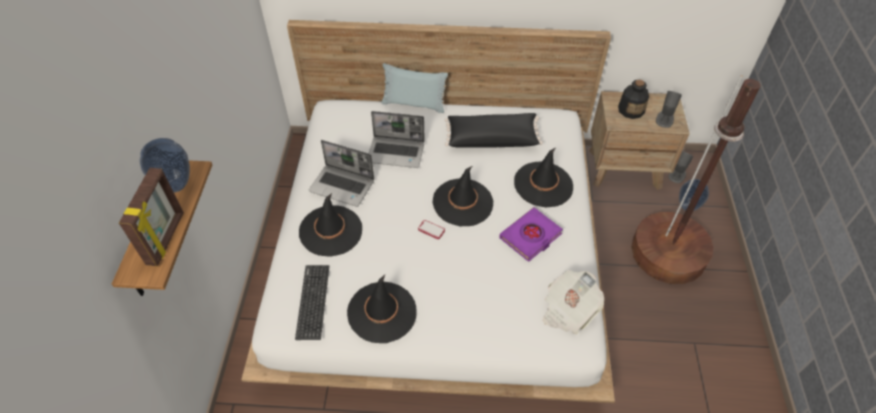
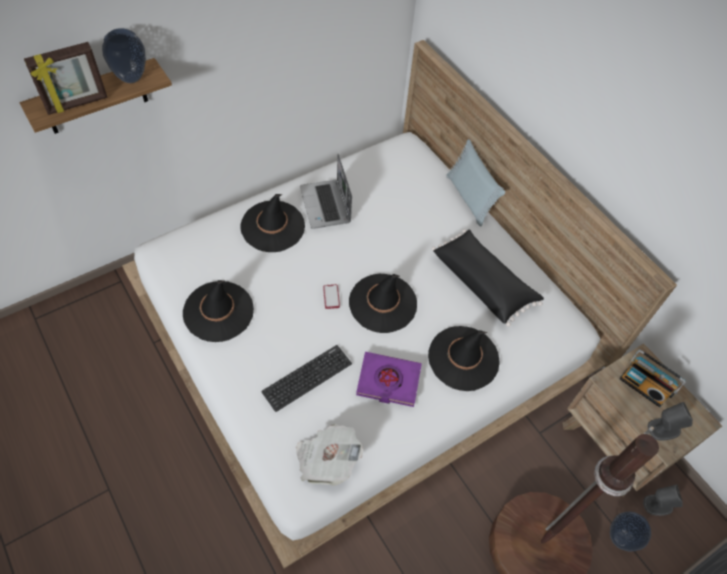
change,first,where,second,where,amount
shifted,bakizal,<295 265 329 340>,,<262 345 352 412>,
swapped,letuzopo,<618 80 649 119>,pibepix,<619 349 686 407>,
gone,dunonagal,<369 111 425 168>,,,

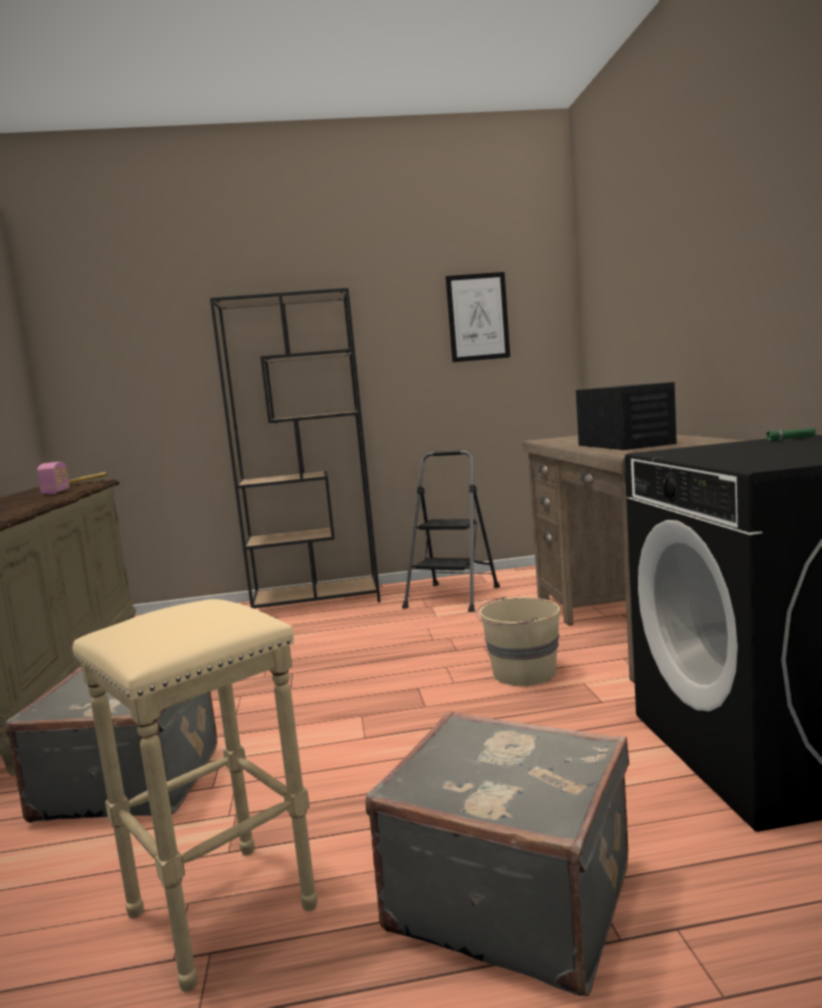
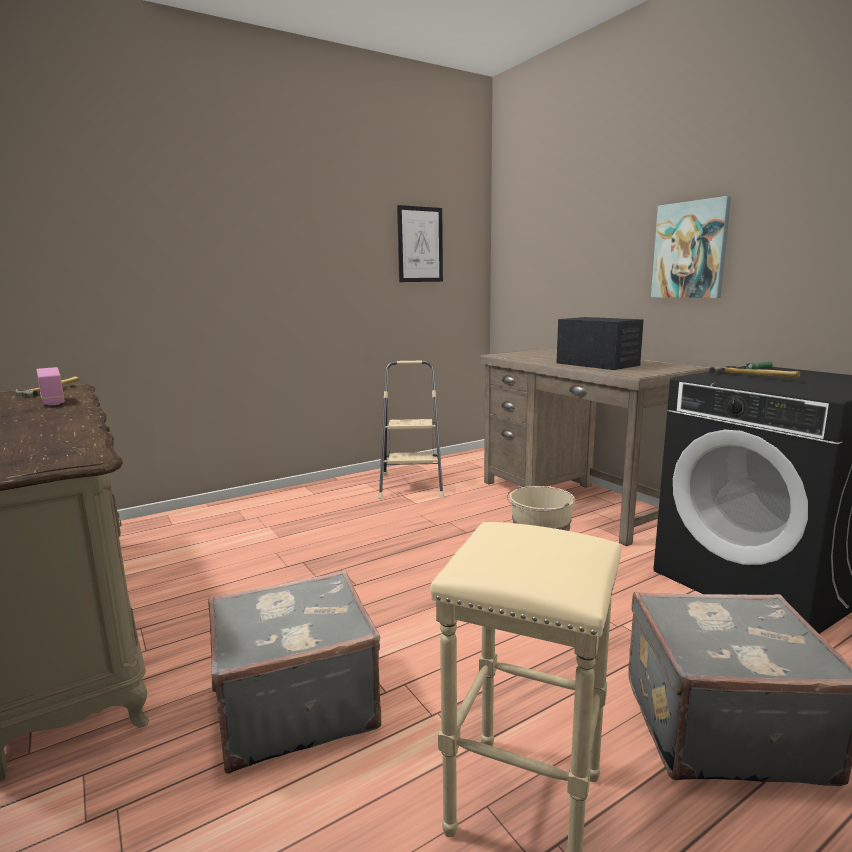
change,first,where,second,where,amount
repainted,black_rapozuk,<402 450 500 612>,beige_rapozuk,<378 361 445 499>,
new,,,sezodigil,<651 196 731 298>,
new,,,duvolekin,<709 366 800 378>,
gone,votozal,<210 288 381 609>,,,

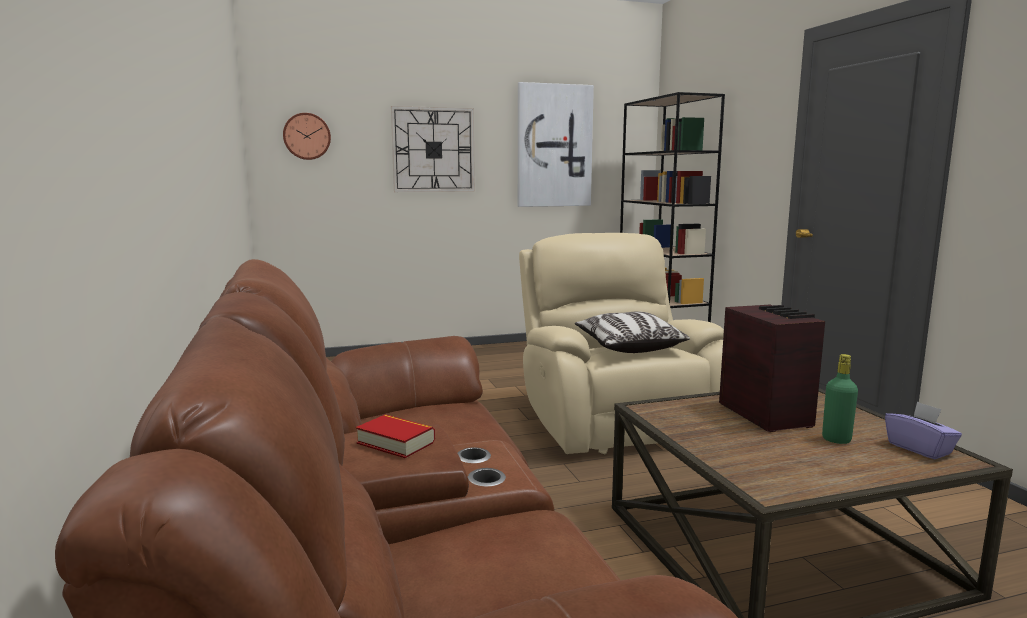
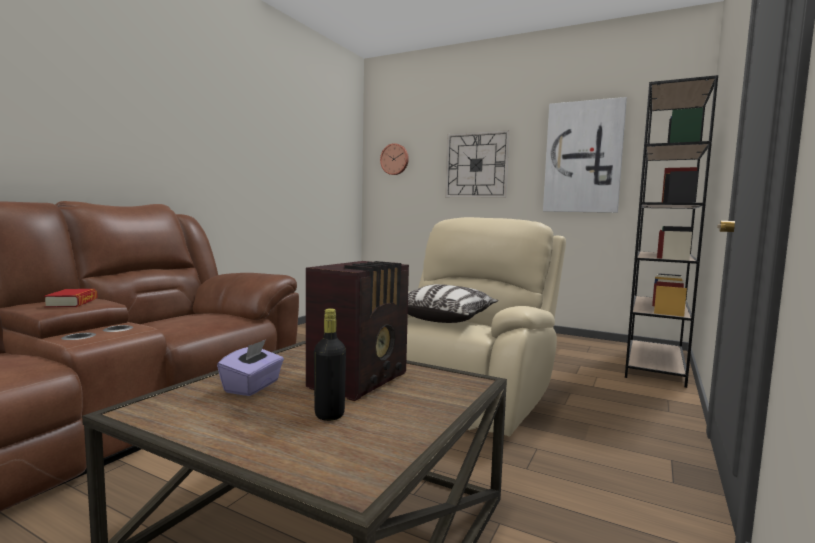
change,first,where,second,where,amount
shifted,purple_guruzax,<885 401 962 459>,,<217 340 284 396>,
repainted,green_letuzopo,<822 354 858 444>,black_letuzopo,<314 308 346 421>,

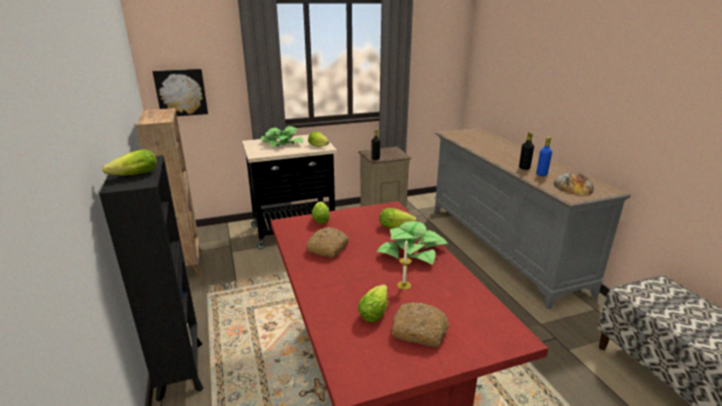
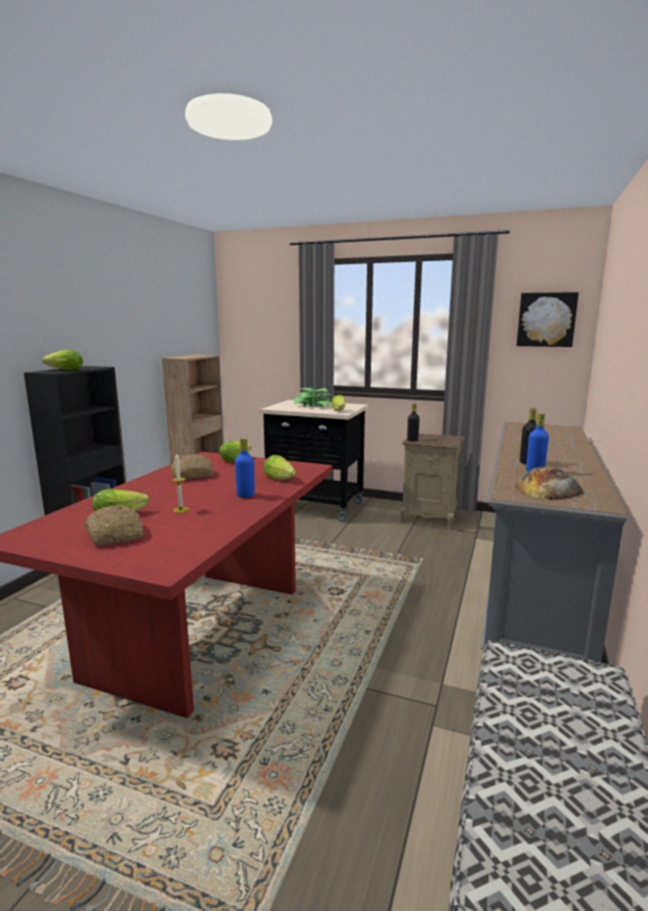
change,first,where,second,where,amount
swapped,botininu,<377 221 448 265>,blue_letuzopo,<235 438 255 498>,
shifted,sezodigil,<153 69 208 116>,,<517 292 579 347>,

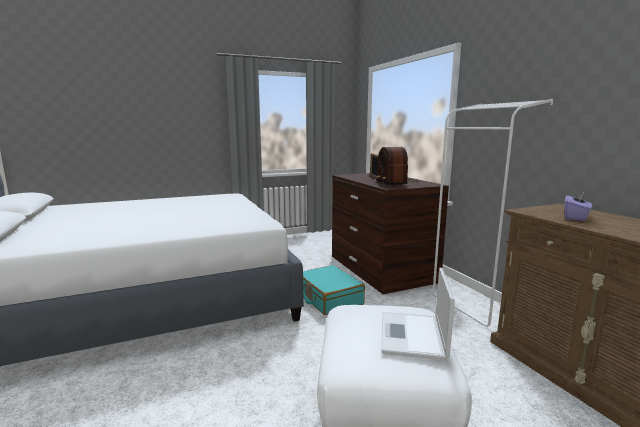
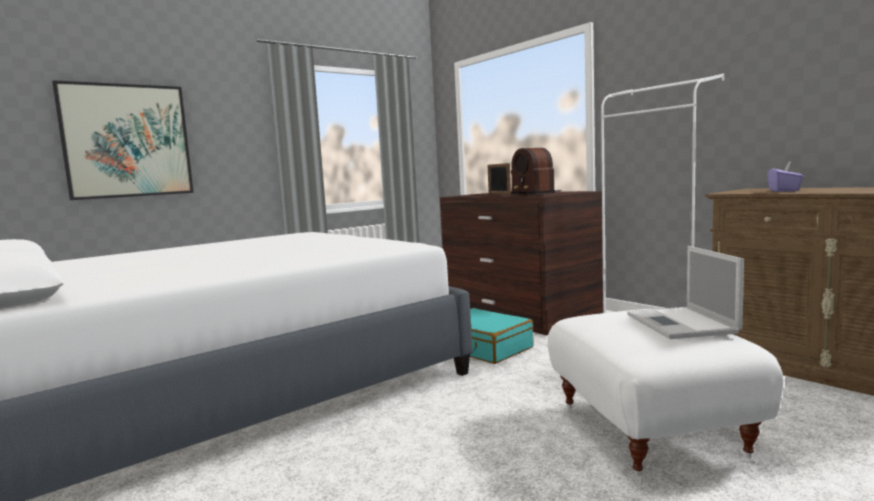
change,first,where,second,where,amount
new,,,sezodigil,<52 80 194 200>,

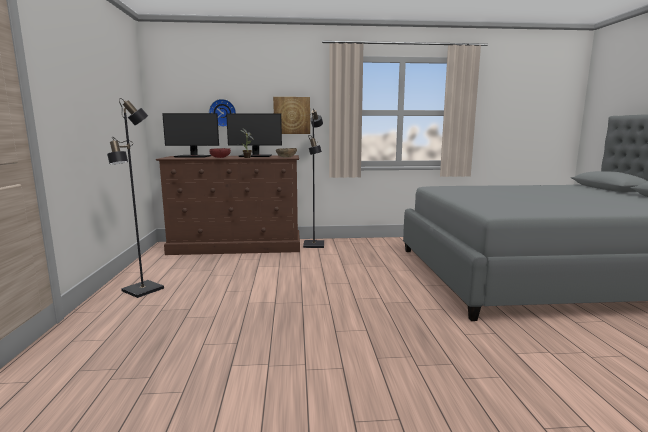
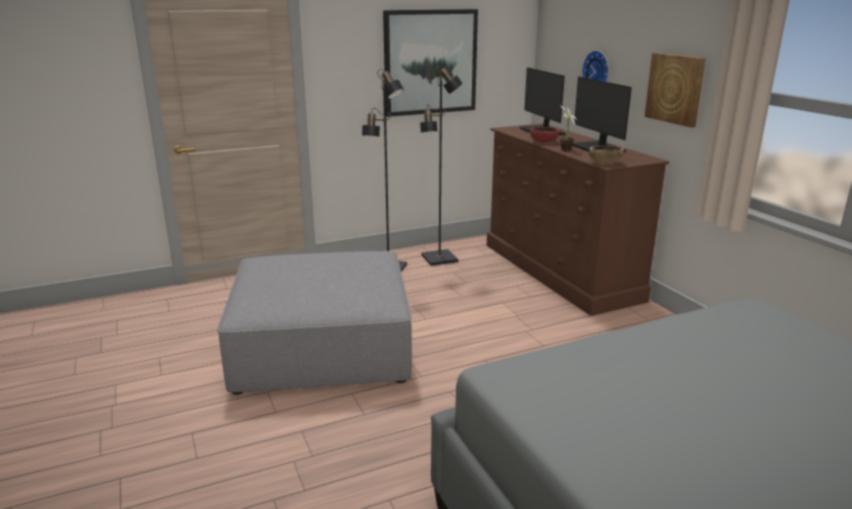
change,first,where,second,where,amount
new,,,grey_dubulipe,<217 251 412 395>,
new,,,sezodigil,<383 9 478 117>,
shifted,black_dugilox,<303 108 324 248>,,<420 66 463 266>,

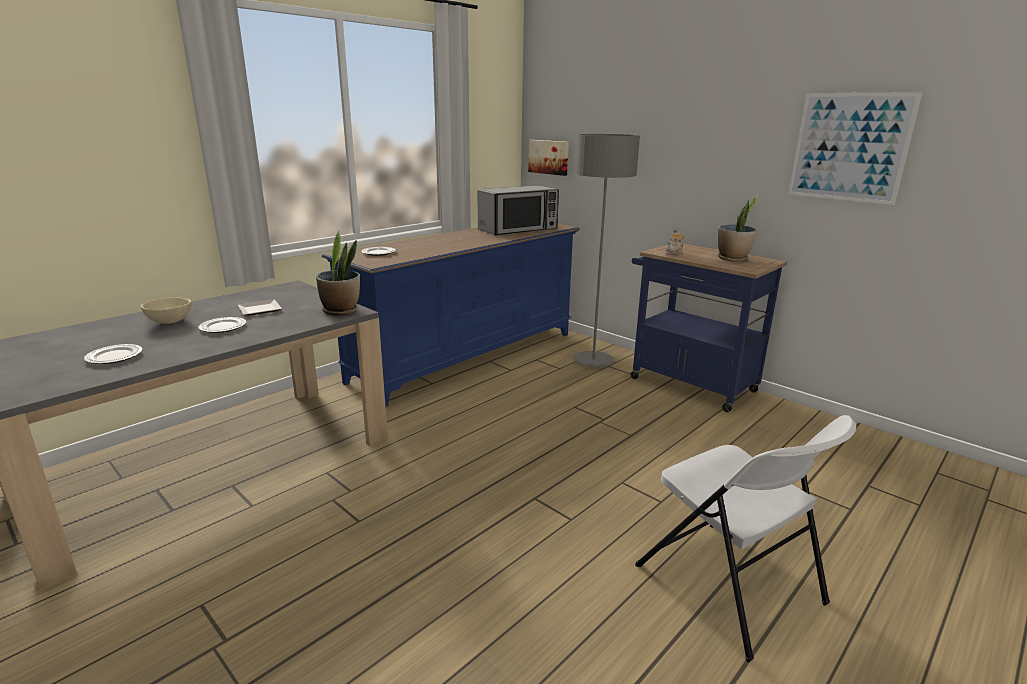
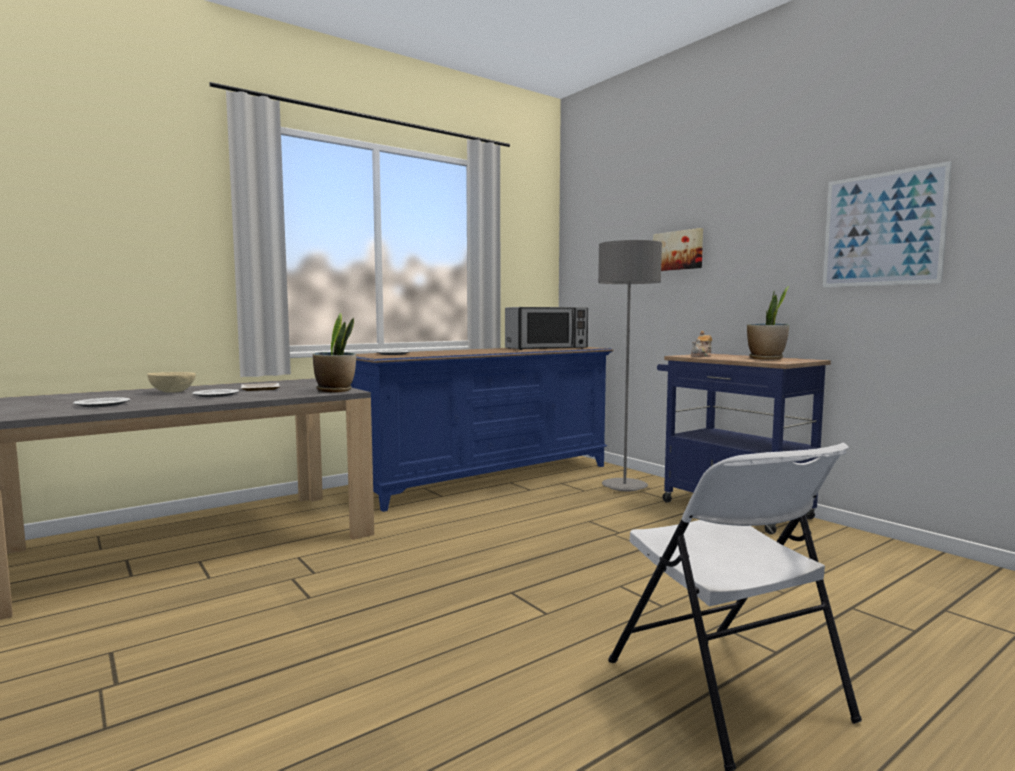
change,first,where,second,where,amount
shifted,sezodigil,<528 140 569 176>,,<653 228 703 271>,

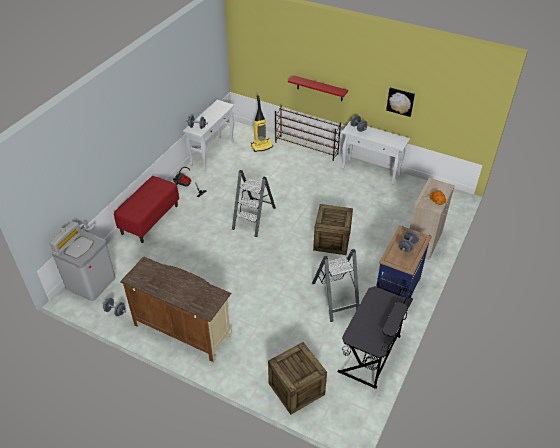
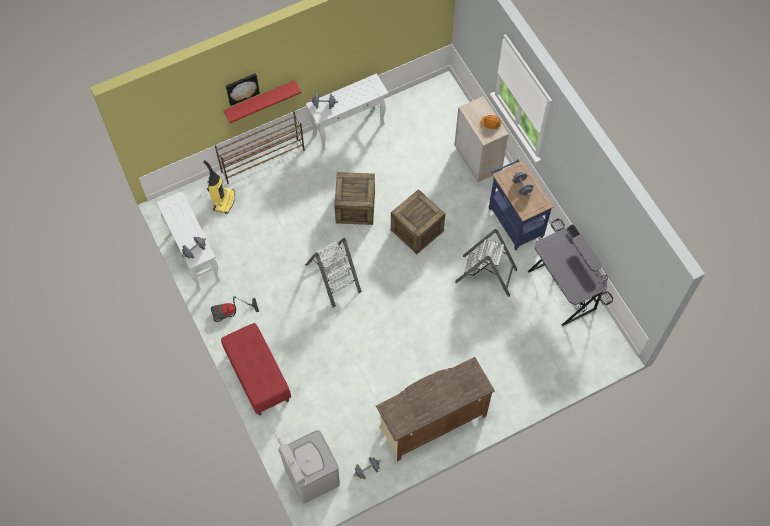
change,first,where,second,where,amount
shifted,sezodigil,<386 87 415 117>,,<226 73 260 106>,
shifted,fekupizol,<268 342 327 415>,,<334 172 375 225>,

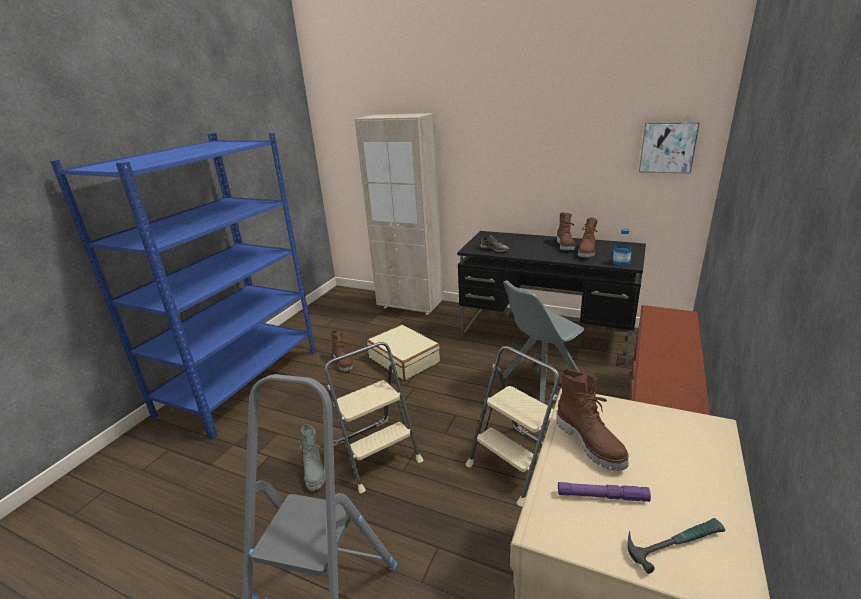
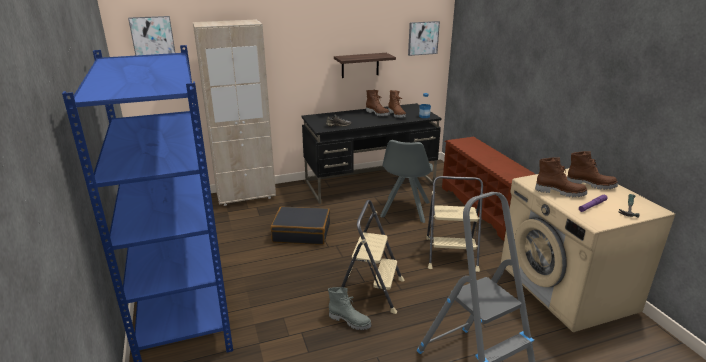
change,first,where,second,where,amount
new,,,sezodigil,<128 16 175 56>,
repainted,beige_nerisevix,<367 324 440 380>,black_nerisevix,<270 207 330 245>,
new,,,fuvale,<334 53 396 78>,
shifted,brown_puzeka,<331 330 354 371>,,<567 151 618 190>,

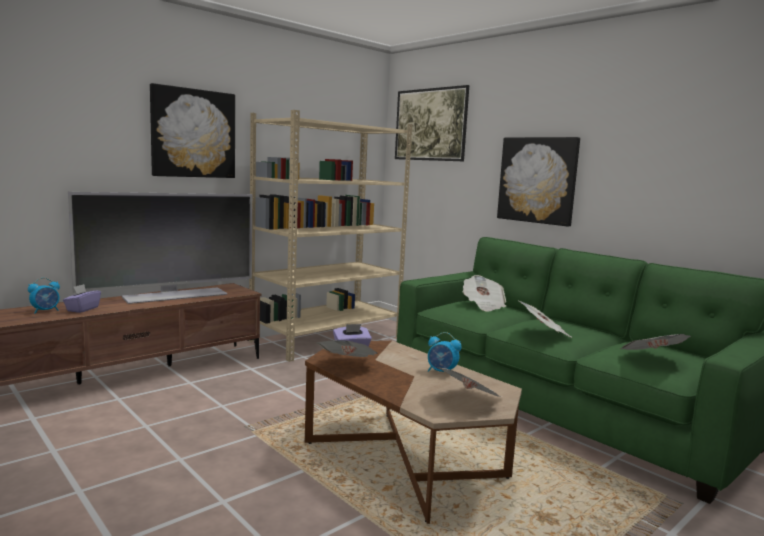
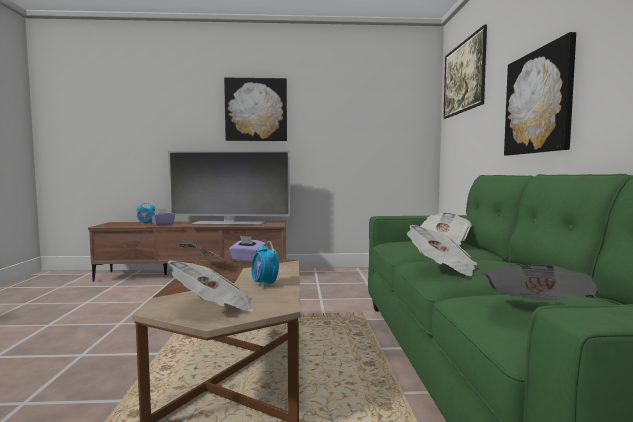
change,first,where,second,where,amount
gone,beige_votozal,<249 110 412 362>,,,

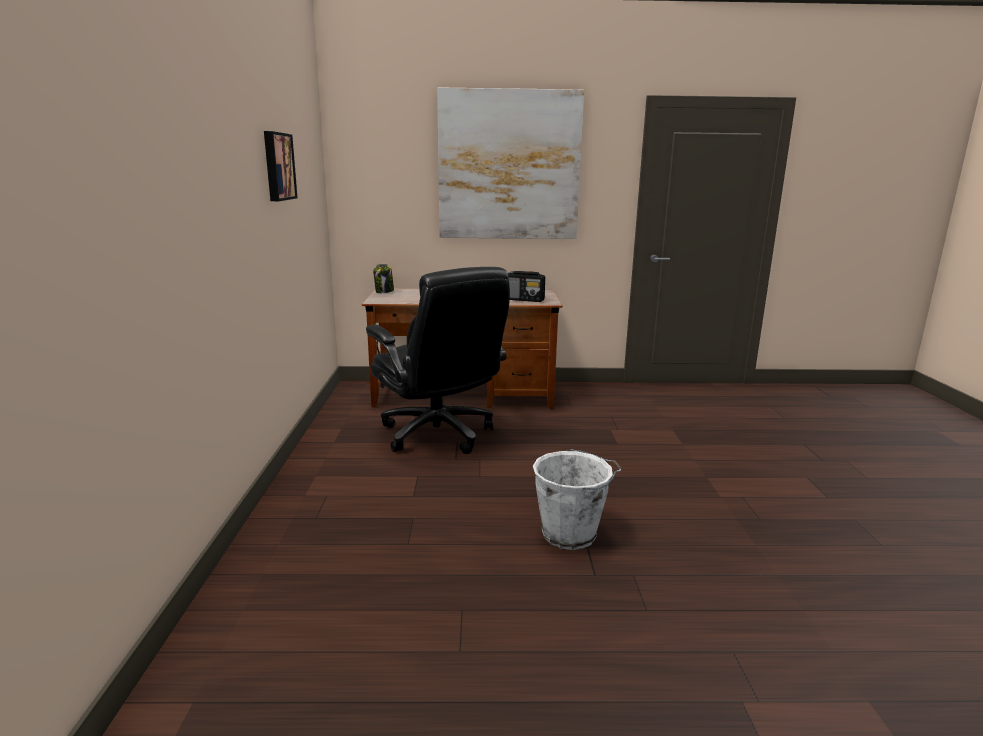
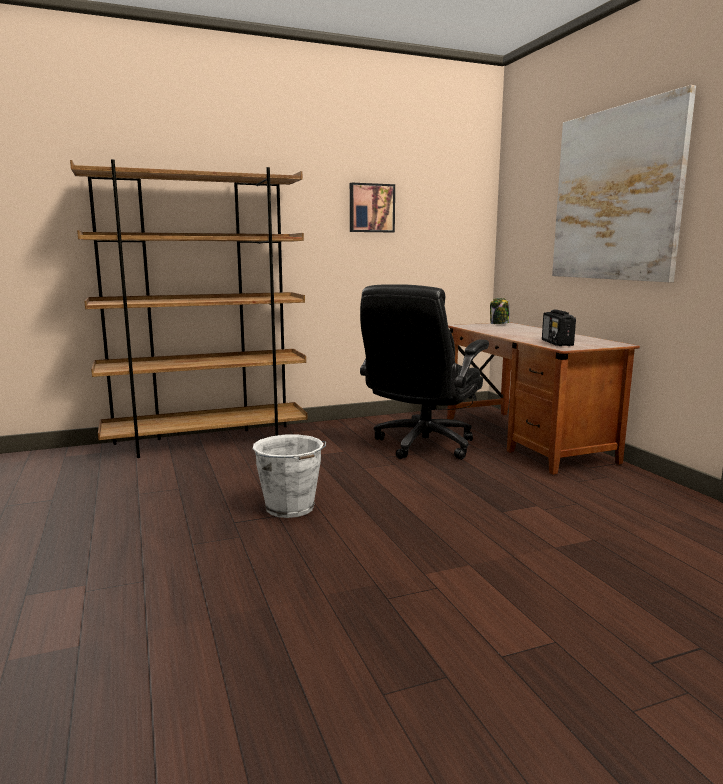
change,first,where,second,where,amount
new,,,brown_votozal,<70 159 307 458>,

